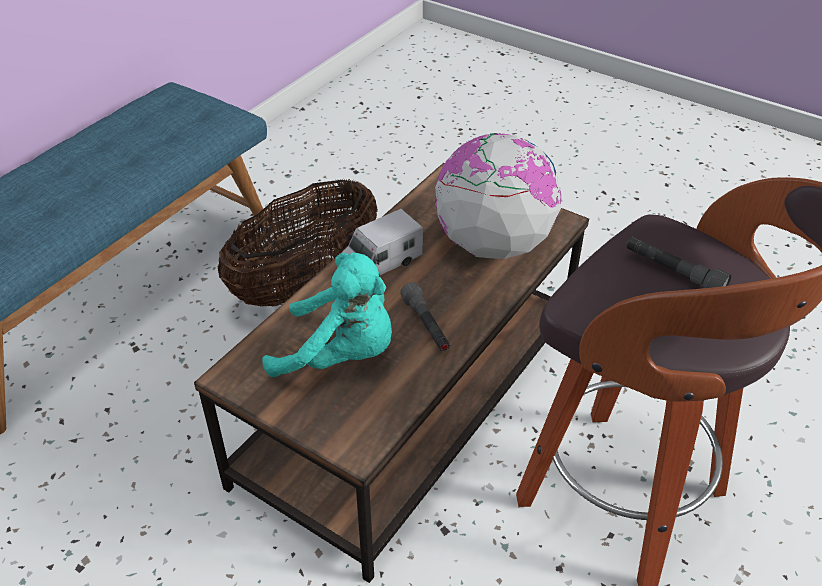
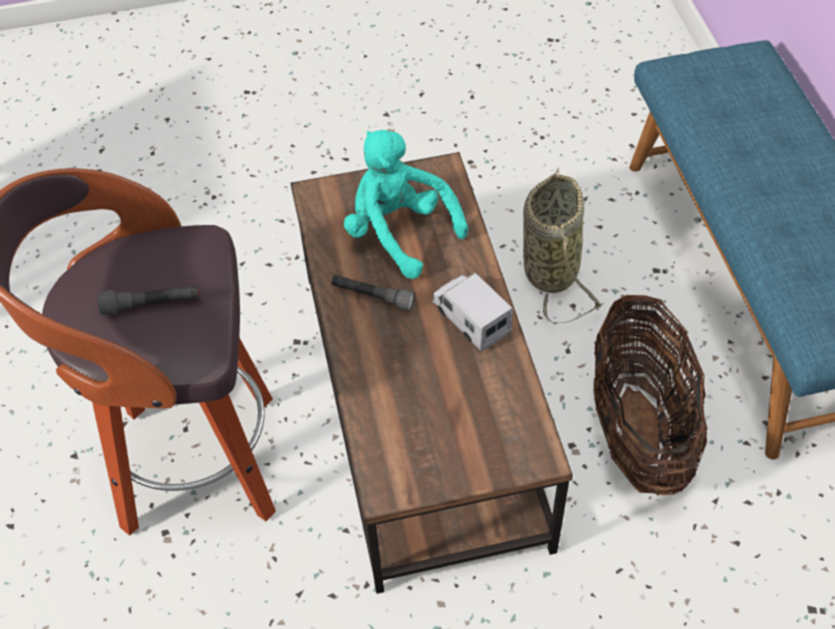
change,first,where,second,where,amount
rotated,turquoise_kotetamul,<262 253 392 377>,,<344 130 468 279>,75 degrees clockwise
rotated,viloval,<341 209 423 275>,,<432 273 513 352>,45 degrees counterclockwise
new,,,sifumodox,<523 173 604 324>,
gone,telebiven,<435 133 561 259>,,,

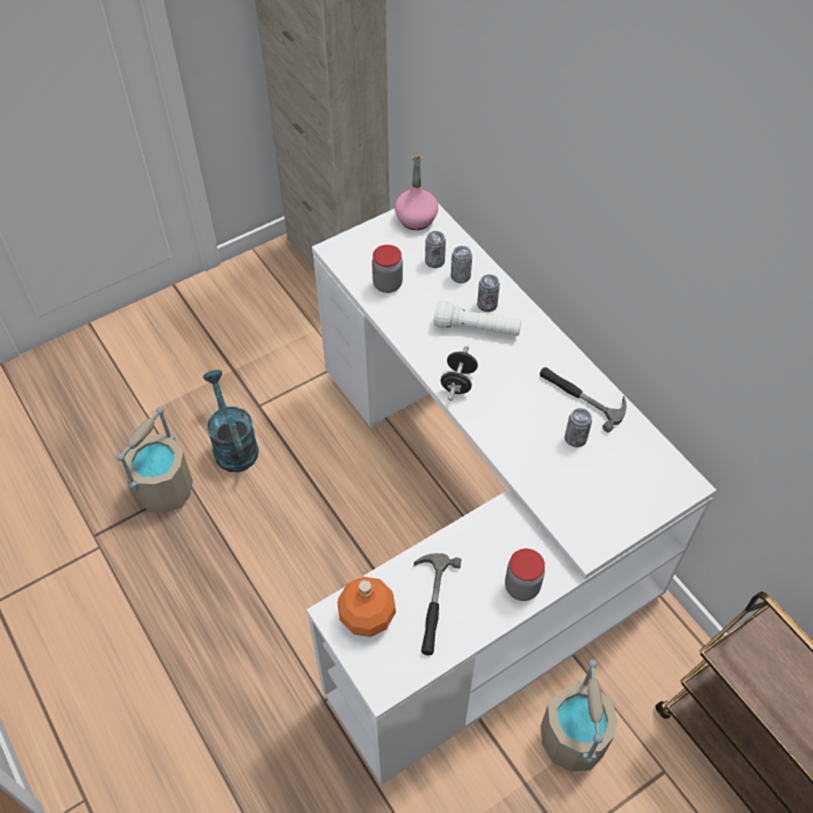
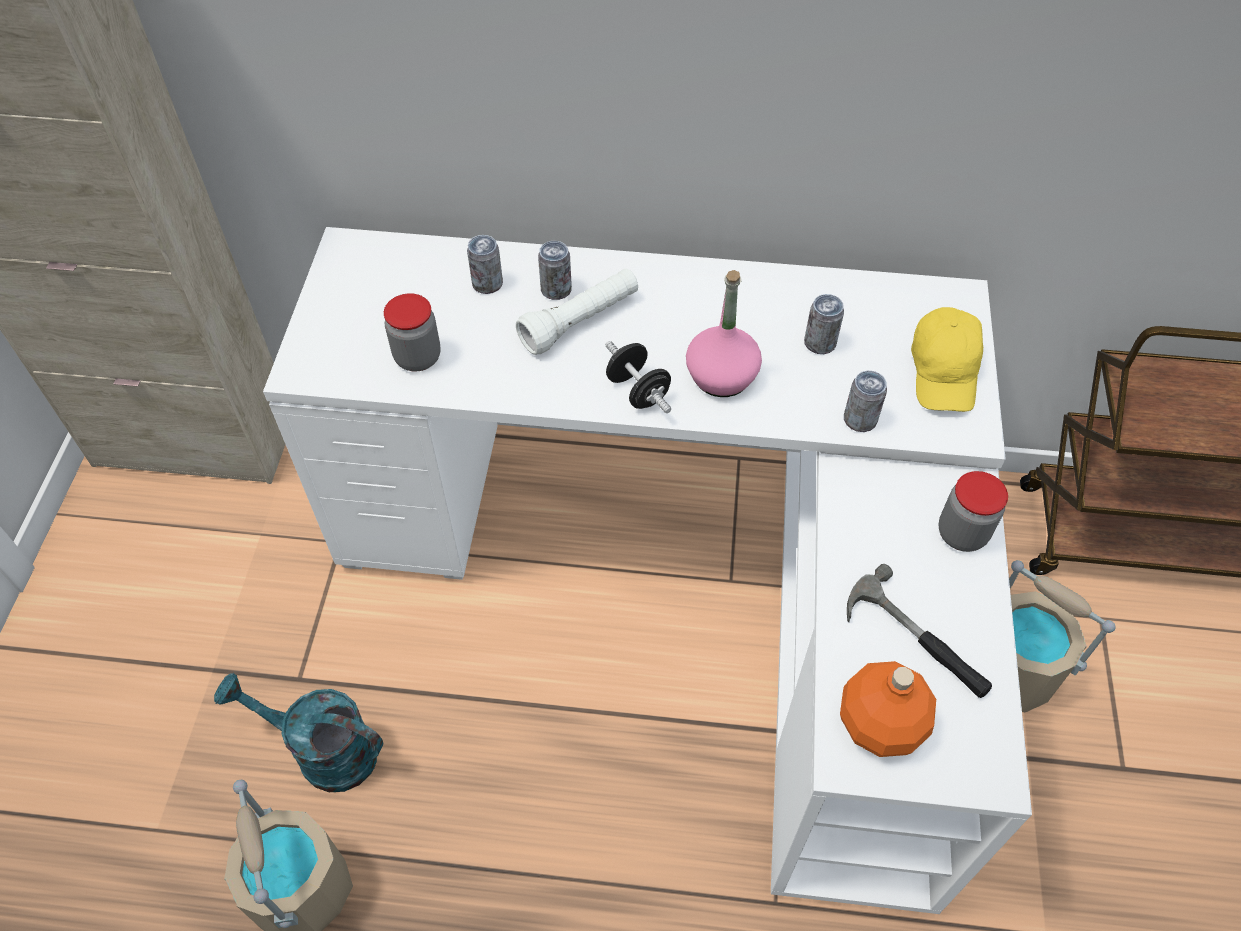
change,first,where,second,where,amount
shifted,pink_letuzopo,<395 152 438 230>,,<686 270 762 397>,
shifted,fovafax,<425 231 446 268>,,<844 371 887 432>,
new,,,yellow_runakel,<911 307 983 412>,
gone,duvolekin,<540 367 627 432>,,,

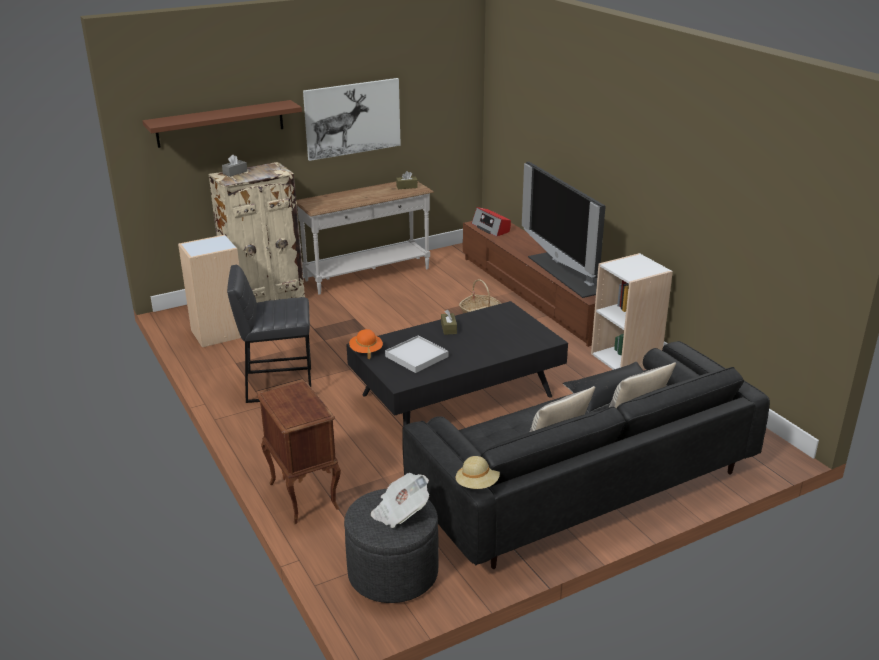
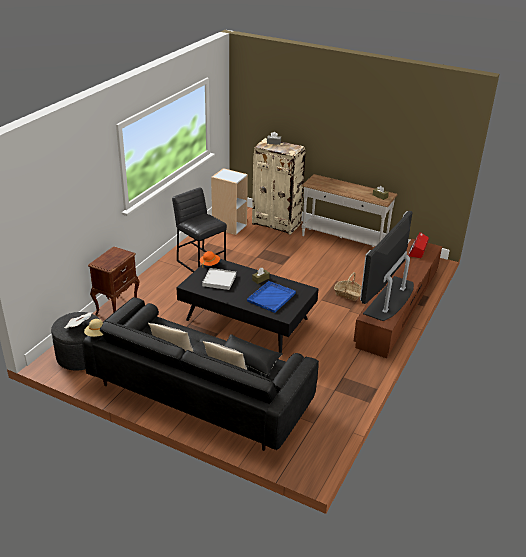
change,first,where,second,where,amount
new,,,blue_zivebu,<247 281 296 313>,
gone,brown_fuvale,<142 100 302 148>,,,
gone,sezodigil,<303 78 401 161>,,,
gone,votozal,<591 253 673 370>,,,

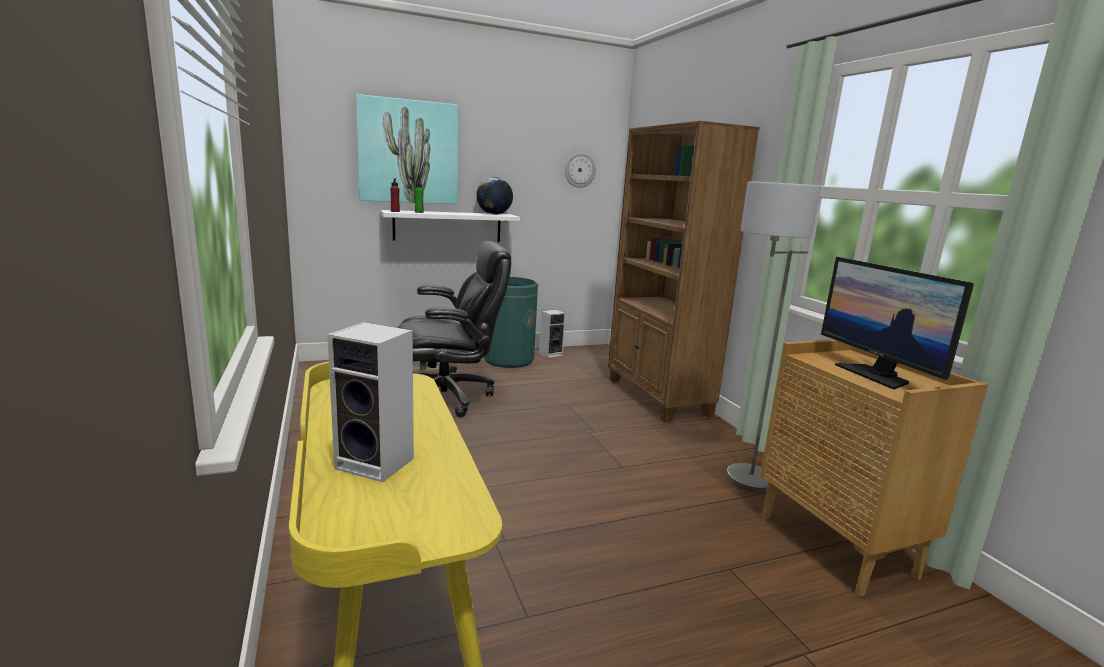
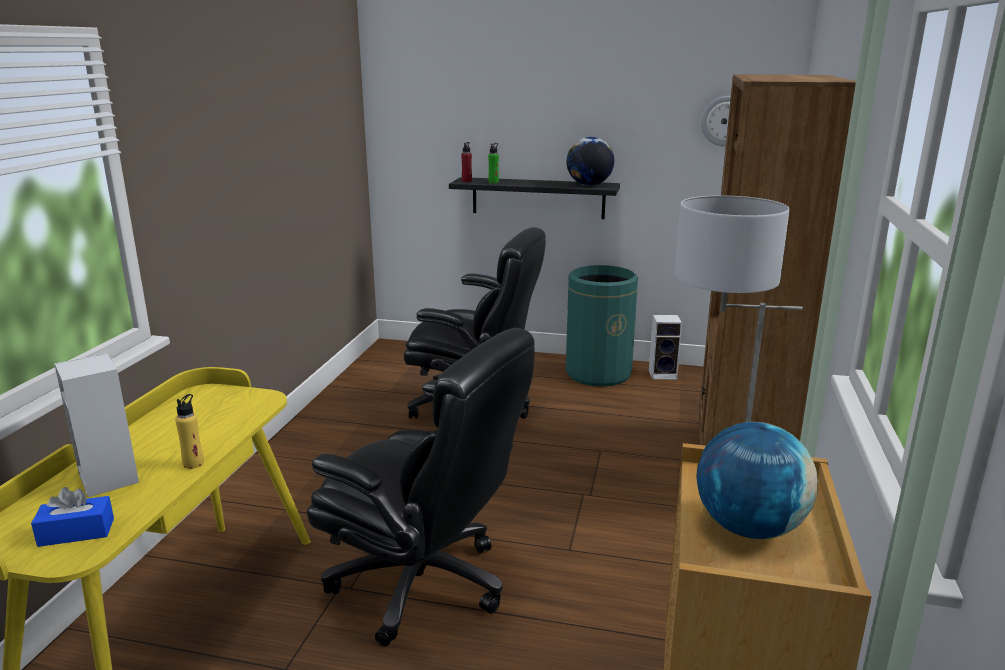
change,first,where,second,where,amount
new,,,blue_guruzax,<31 487 114 547>,
new,,,yellow_letuzopo,<175 394 204 469>,
new,,,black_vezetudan,<307 328 535 646>,
repainted,white_fuvale,<381 210 520 242>,black_fuvale,<449 177 620 219>,
swapped,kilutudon,<821 257 974 390>,telebiven,<697 422 818 539>,
gone,sezodigil,<356 94 459 204>,,,

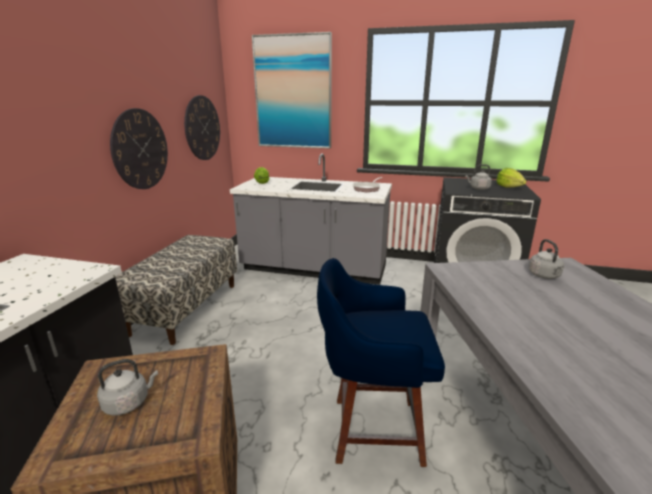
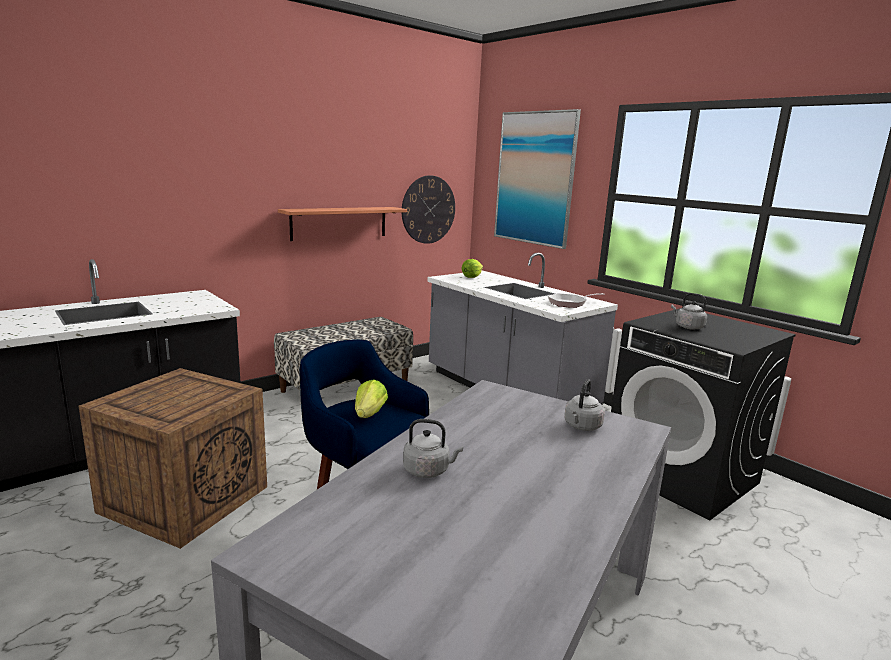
change,first,where,second,where,amount
swapped,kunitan,<110 108 168 189>,fuvale,<278 207 407 241>,
shifted,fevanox,<496 168 527 188>,,<355 379 388 418>,
shifted,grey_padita,<97 359 158 415>,,<403 419 463 478>,

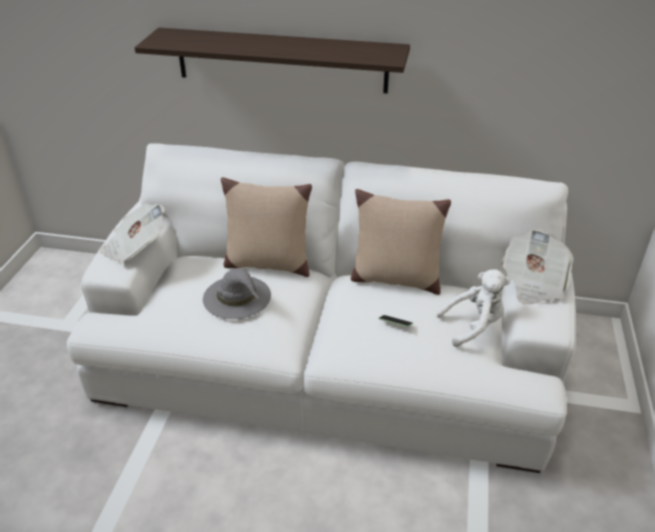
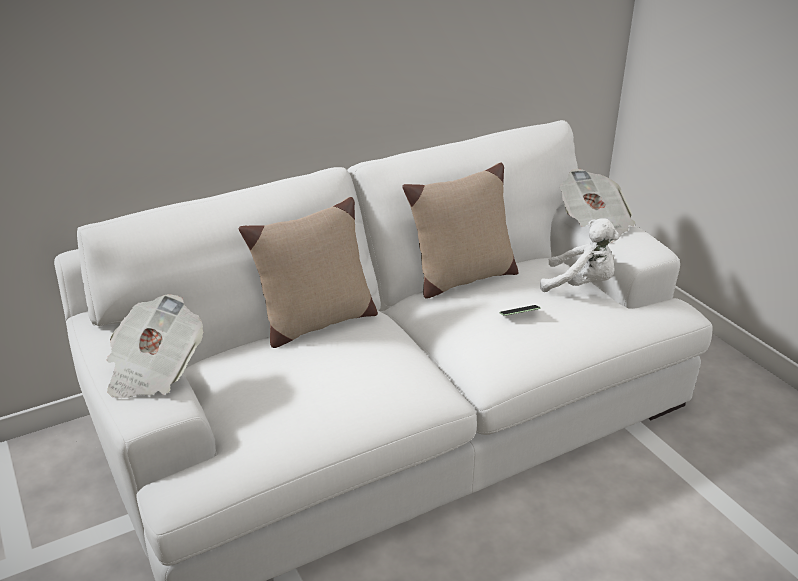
change,first,where,second,where,amount
rotated,white_kotetamul,<436 269 510 347>,,<540 218 619 292>,75 degrees clockwise
gone,fuvale,<134 28 410 93>,,,
gone,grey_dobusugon,<203 268 271 319>,,,

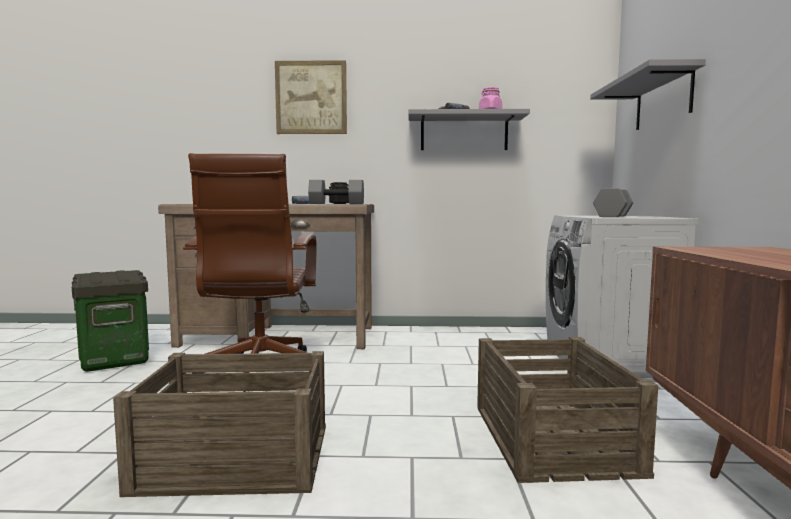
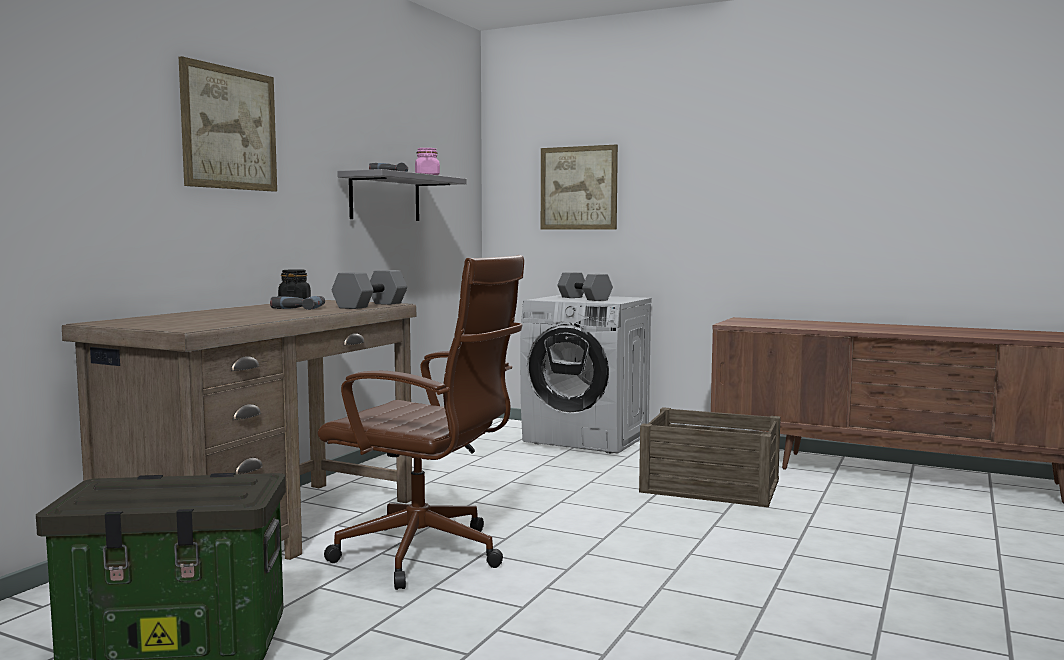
change,first,where,second,where,amount
swapped,grey_fuvale,<590 59 706 130>,sezodigil,<541 145 618 230>,
gone,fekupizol,<113 351 326 497>,,,

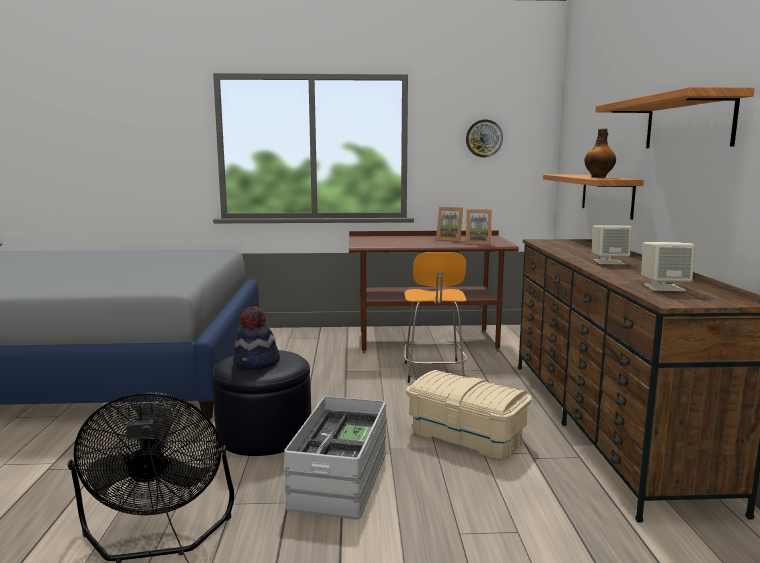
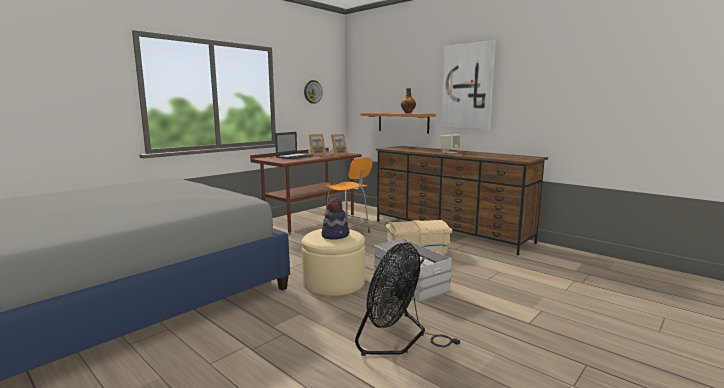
change,first,where,second,where,amount
new,,,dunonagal,<275 132 314 159>,
repainted,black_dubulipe,<212 350 311 456>,beige_dubulipe,<302 229 365 296>,
swapped,fuvale,<595 87 755 148>,sezodigil,<441 41 496 129>,
gone,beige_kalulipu,<641 242 695 291>,,,

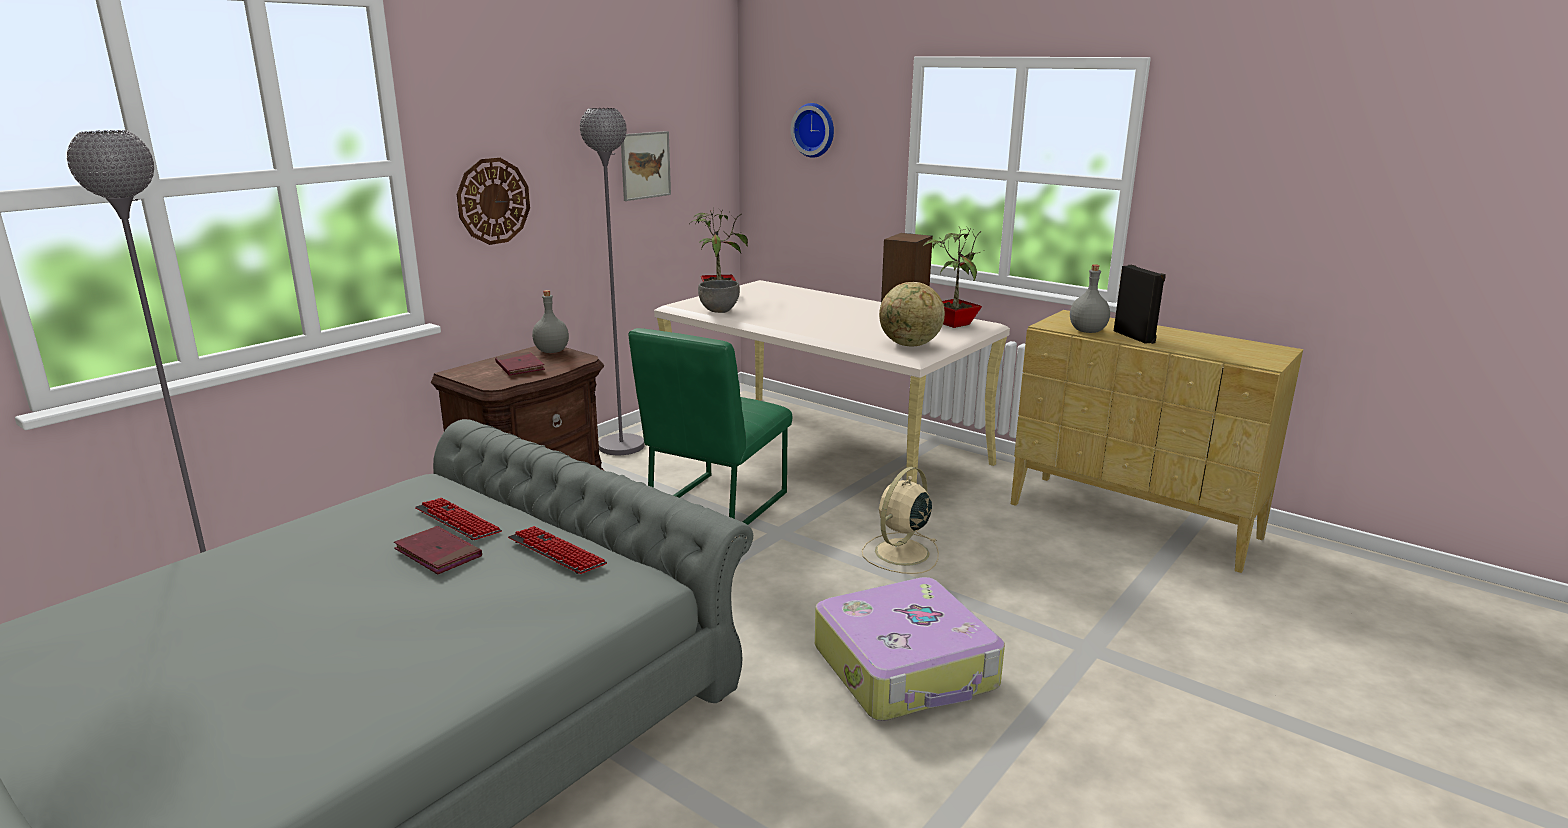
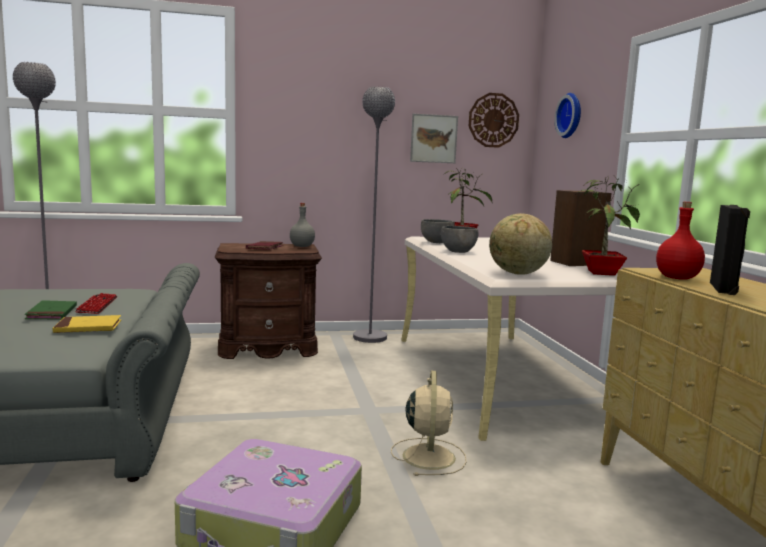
change,first,where,second,where,amount
repainted,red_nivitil,<394 526 482 574>,green_nivitil,<25 300 77 320>,
swapped,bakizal,<508 526 607 574>,yellow_nivitil,<52 315 122 333>,
rotated,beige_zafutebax,<862 467 939 574>,,<391 371 467 476>,105 degrees clockwise
new,,,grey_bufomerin,<441 226 479 253>,
shifted,kunitan,<457 158 530 245>,,<469 93 519 148>,
repainted,grey_letuzopo,<1070 265 1110 333>,red_letuzopo,<656 202 705 280>,
gone,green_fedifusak,<629 328 792 525>,,,

